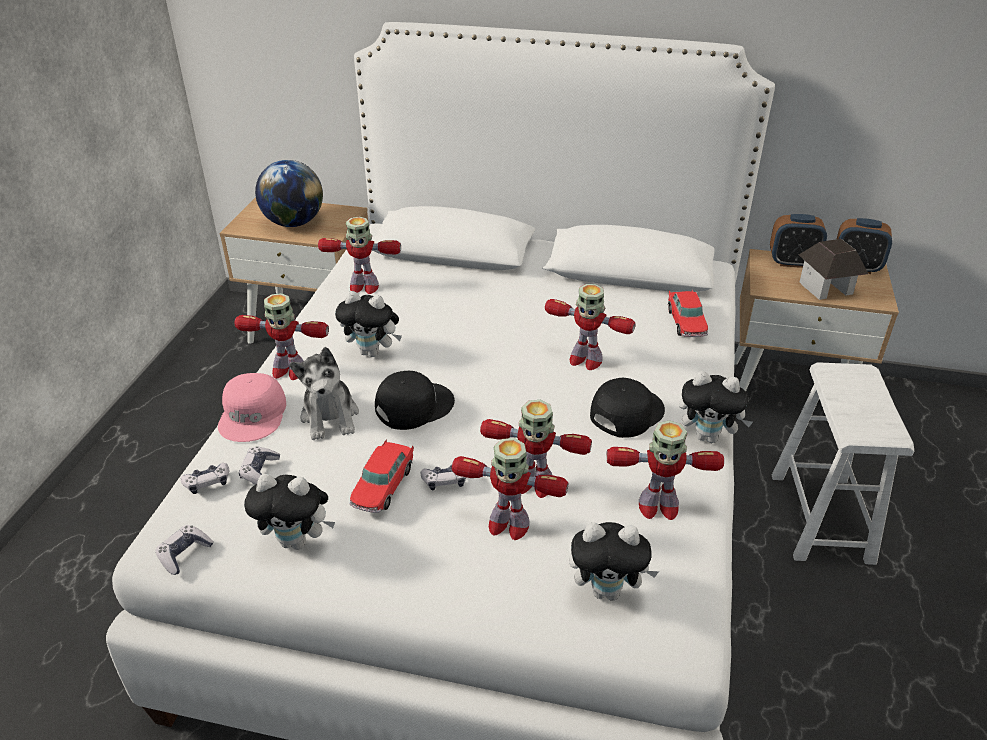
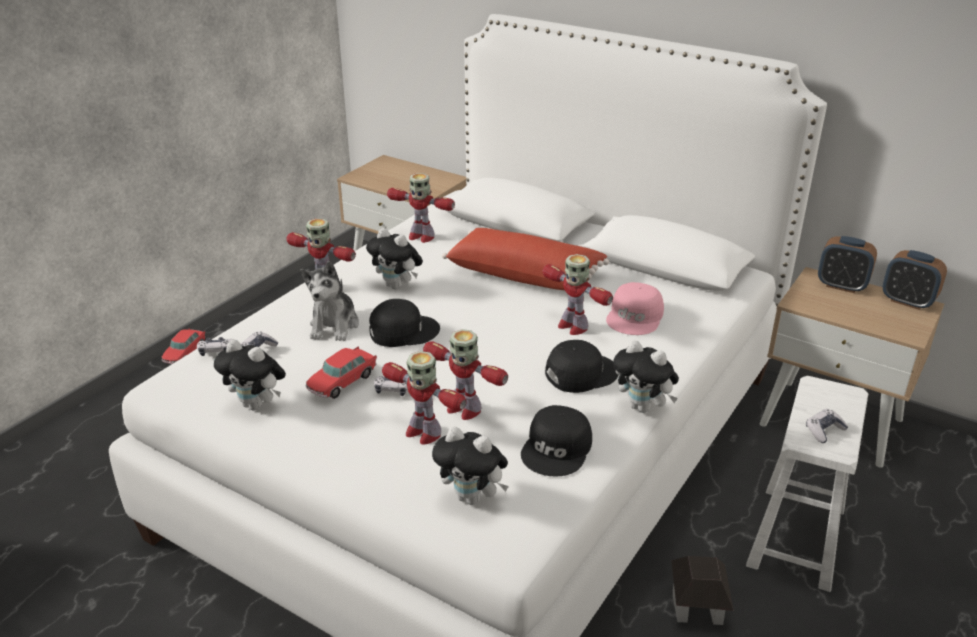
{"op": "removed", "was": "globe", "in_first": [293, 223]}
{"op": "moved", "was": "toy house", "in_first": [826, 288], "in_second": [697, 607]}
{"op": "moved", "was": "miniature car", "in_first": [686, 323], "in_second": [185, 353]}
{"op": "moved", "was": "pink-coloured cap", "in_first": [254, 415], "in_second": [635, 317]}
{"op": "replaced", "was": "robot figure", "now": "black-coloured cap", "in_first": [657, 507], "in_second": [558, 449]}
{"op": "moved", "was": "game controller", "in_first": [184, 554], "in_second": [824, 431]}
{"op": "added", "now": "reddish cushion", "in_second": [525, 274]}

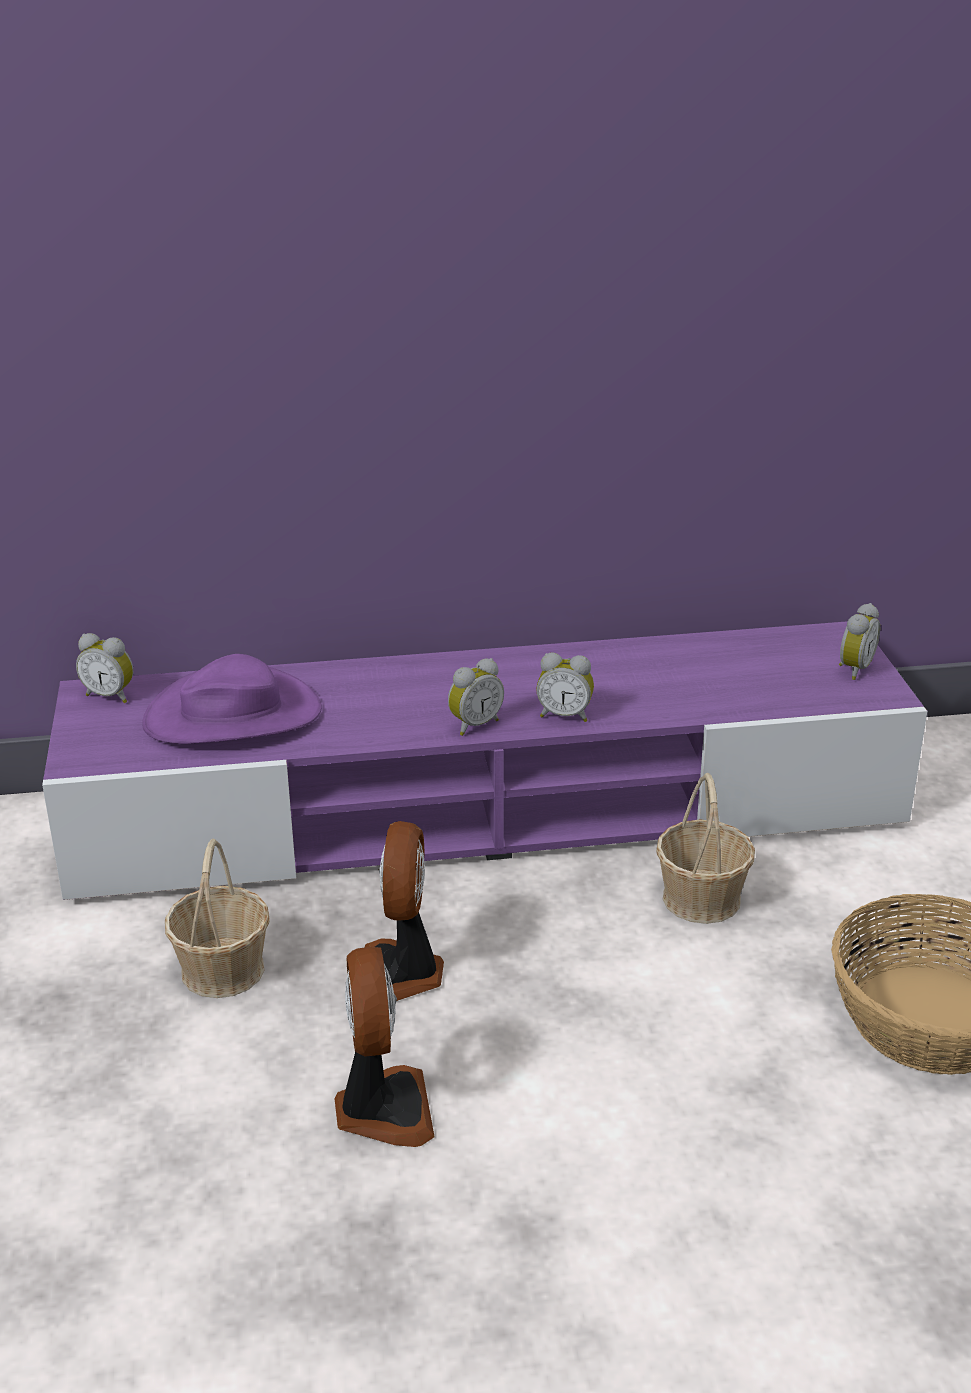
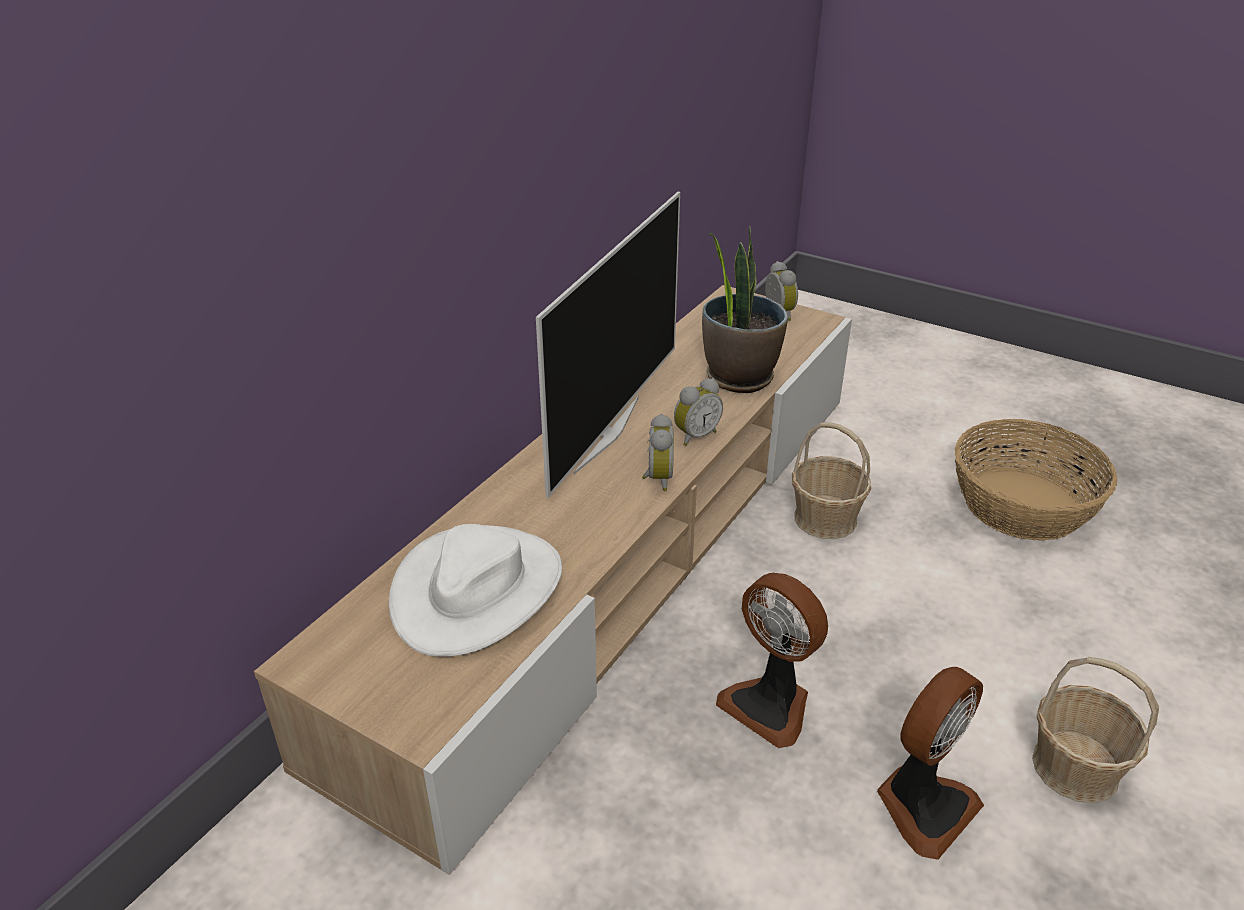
{"op": "recoloured", "was": "purple tv unit", "now": "sand-coloured tv unit", "in_first": [488, 812], "in_second": [622, 552]}
{"op": "removed", "was": "table clock", "in_first": [110, 695]}
{"op": "recoloured", "was": "purple hat", "now": "white-coloured hat", "in_first": [233, 715], "in_second": [477, 590]}
{"op": "moved", "was": "basket", "in_first": [223, 969], "in_second": [1074, 767]}
{"op": "turned", "was": "fan", "in_first": [382, 1109], "in_second": [923, 805], "clockwise": 105}
{"op": "added", "now": "television", "in_second": [605, 433]}
{"op": "added", "now": "plant in a pot", "in_second": [739, 377]}

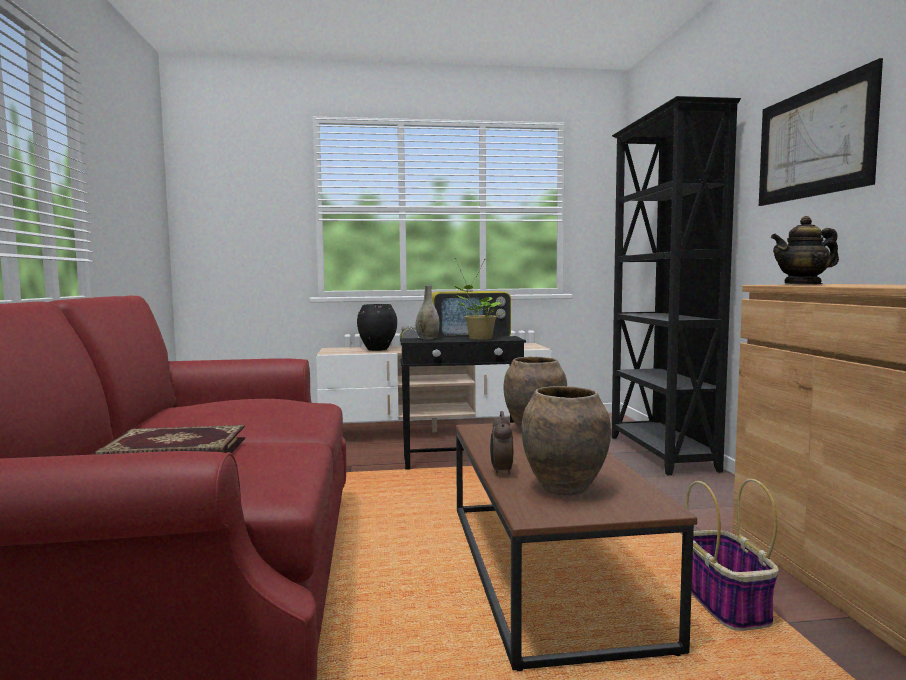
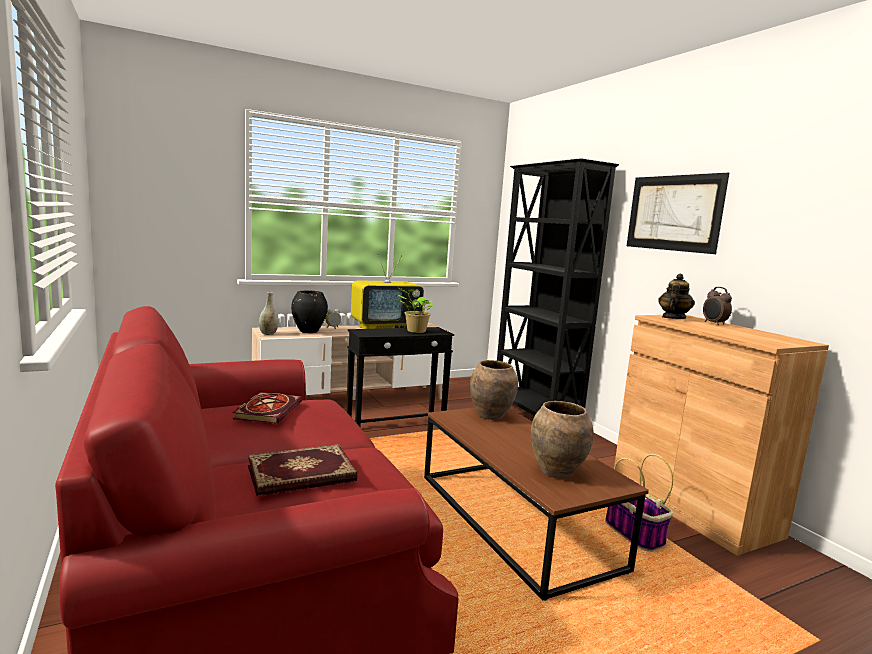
{"op": "turned", "was": "pot for tea", "in_first": [803, 284], "in_second": [673, 318], "clockwise": 150}
{"op": "moved", "was": "grey decorative vase", "in_first": [427, 339], "in_second": [268, 334]}
{"op": "moved", "was": "table clock", "in_first": [501, 471], "in_second": [714, 323]}
{"op": "added", "now": "volume", "in_second": [268, 410]}

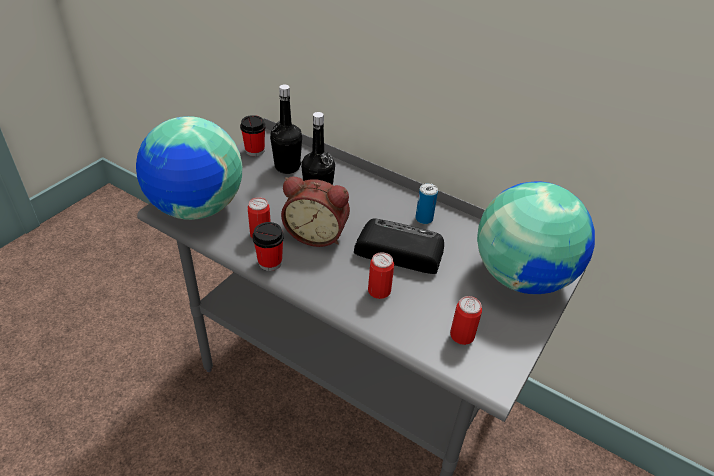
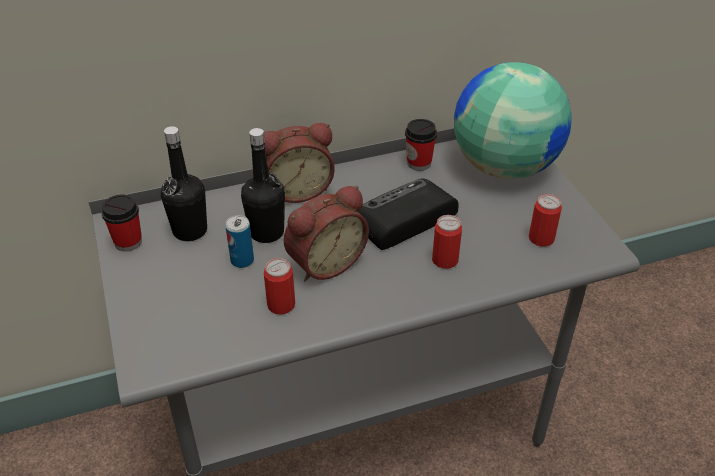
{"op": "removed", "was": "globe", "in_first": [196, 208]}
{"op": "moved", "was": "sealed can", "in_first": [424, 219], "in_second": [242, 260]}
{"op": "moved", "was": "cup", "in_first": [270, 262], "in_second": [419, 163]}
{"op": "added", "now": "table clock", "in_second": [297, 189]}

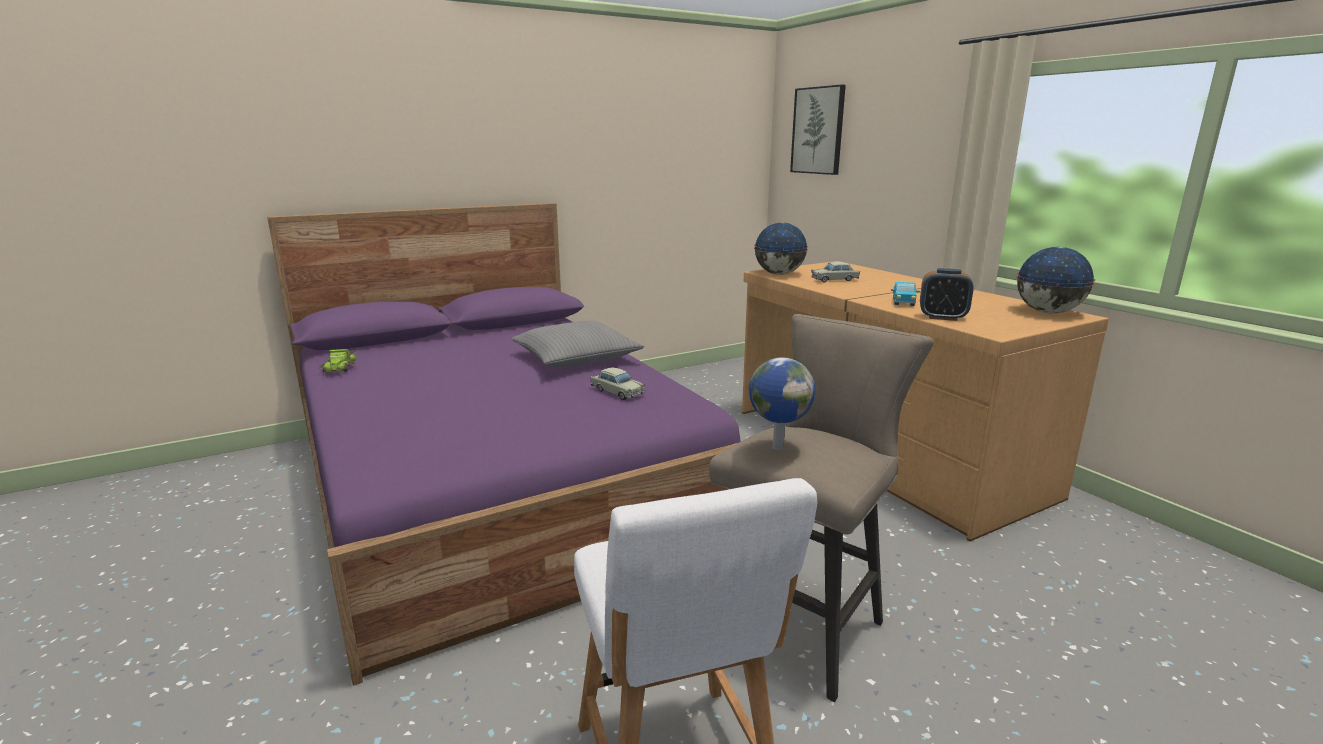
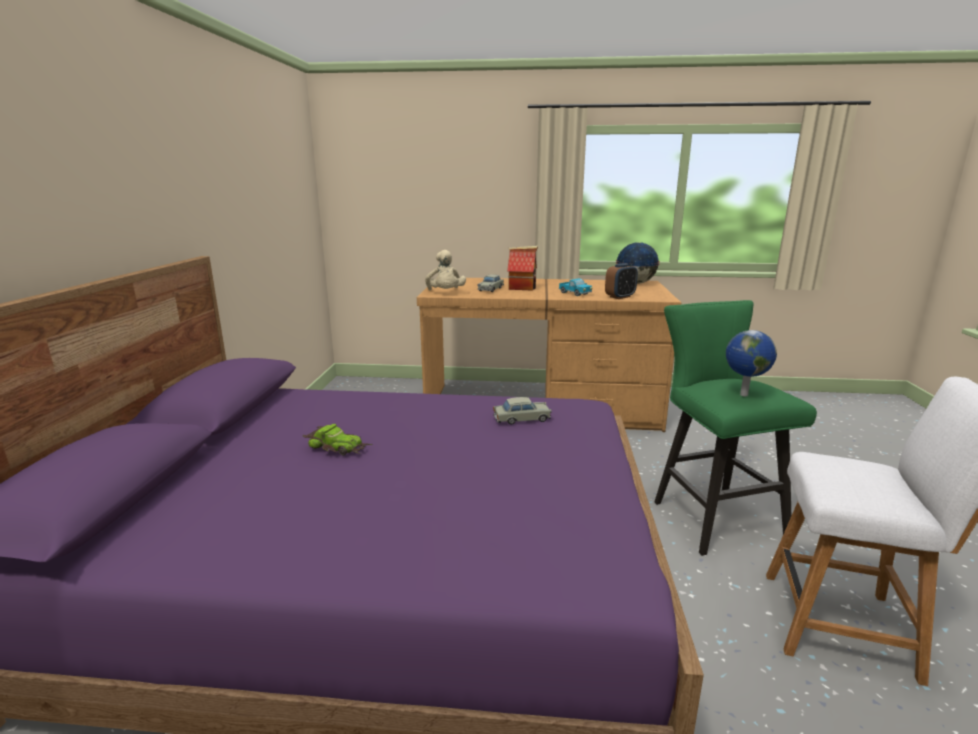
{"op": "removed", "was": "wall picture", "in_first": [818, 130]}
{"op": "replaced", "was": "globe", "now": "sand-coloured plush toy", "in_first": [778, 274], "in_second": [445, 293]}
{"op": "recoloured", "was": "sand-coloured stool", "now": "green stool", "in_first": [803, 622], "in_second": [711, 514]}
{"op": "removed", "was": "grey cushion", "in_first": [576, 358]}
{"op": "moved", "was": "miniature car", "in_first": [339, 368], "in_second": [338, 447]}
{"op": "added", "now": "toy house", "in_second": [522, 288]}

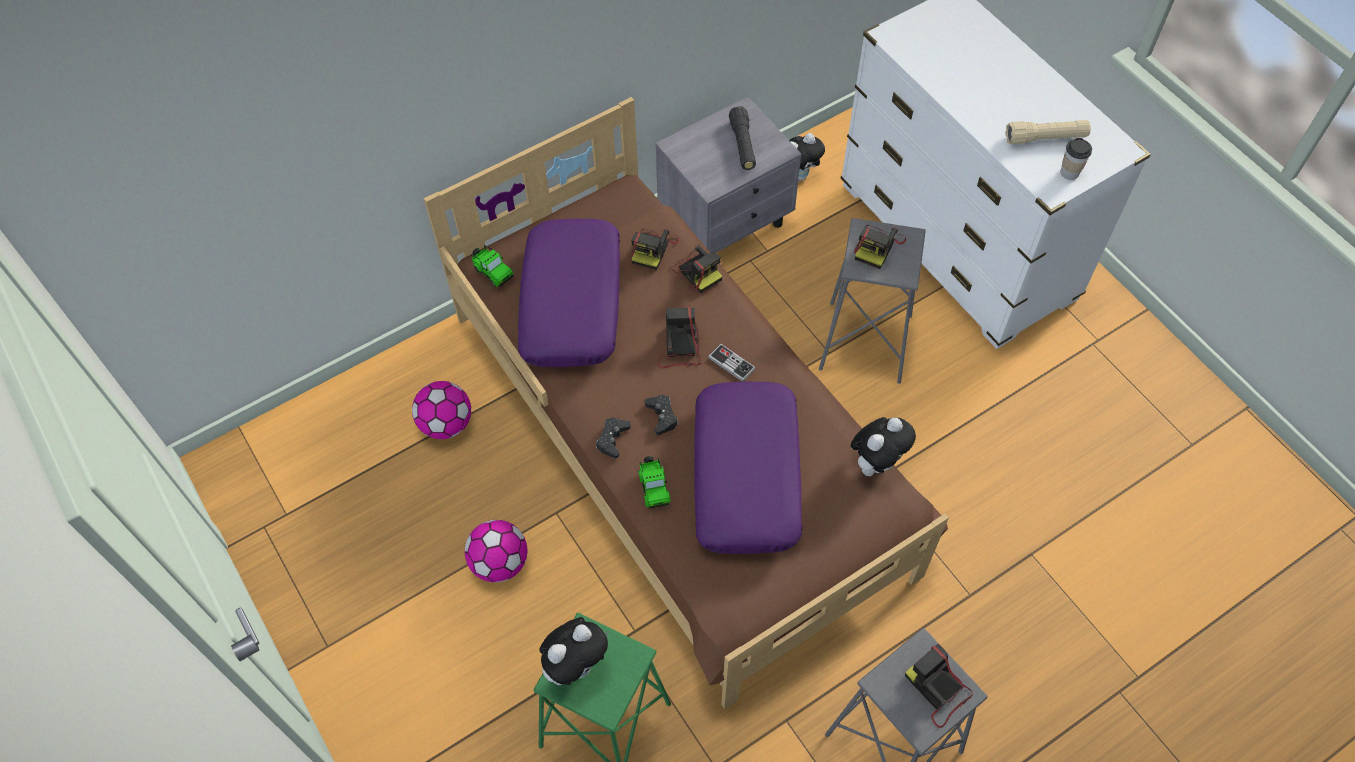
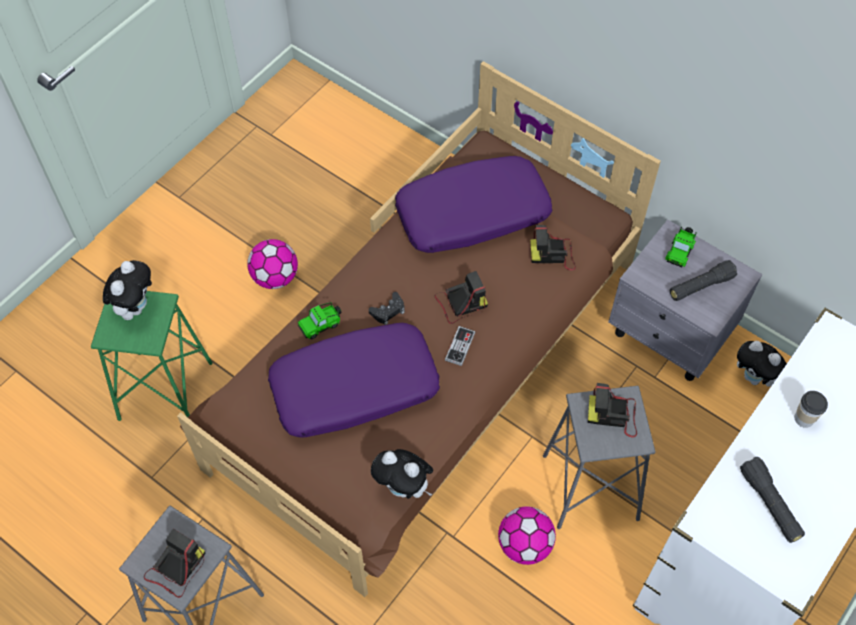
{"op": "recoloured", "was": "sand-coloured hand torch", "now": "black-coloured hand torch", "in_first": [1045, 138], "in_second": [769, 504]}
{"op": "moved", "was": "cup", "in_first": [1069, 172], "in_second": [804, 418]}
{"op": "removed", "was": "photo camera", "in_first": [697, 270]}
{"op": "moved", "was": "miniature car", "in_first": [492, 271], "in_second": [680, 251]}
{"op": "moved", "was": "ball for football", "in_first": [446, 424], "in_second": [524, 545]}
{"op": "removed", "was": "black-coloured game controller", "in_first": [612, 439]}
{"op": "turned", "was": "plush toy", "in_first": [576, 665], "in_second": [135, 306], "clockwise": -105}

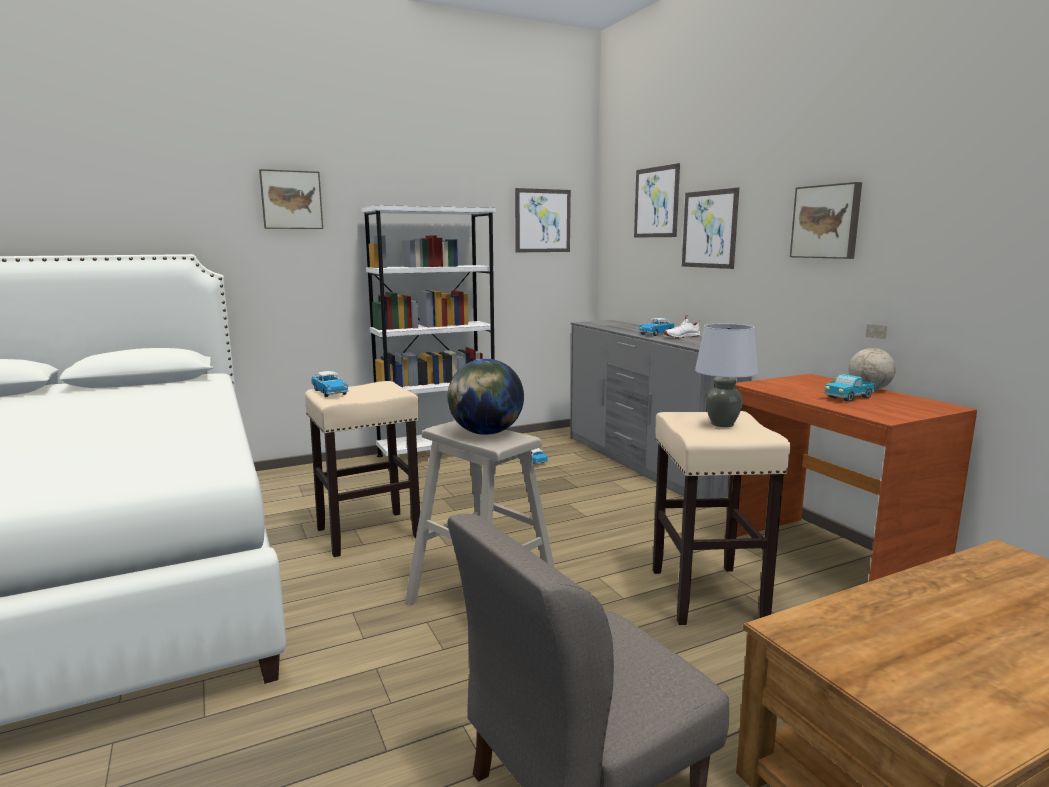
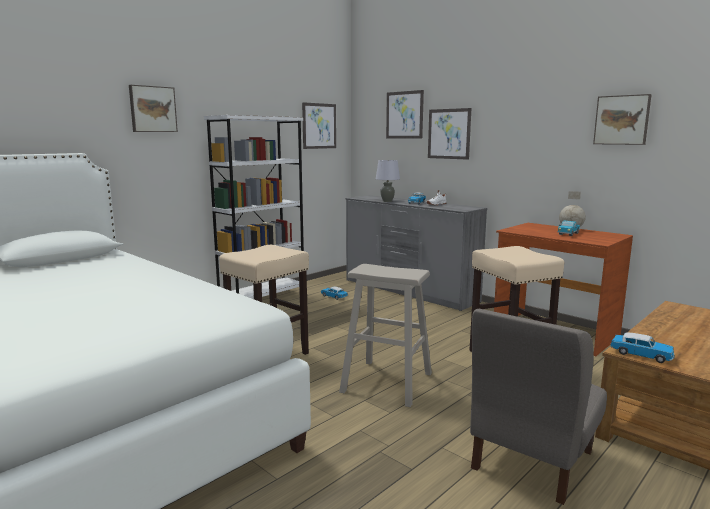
{"op": "moved", "was": "wall picture", "in_first": [827, 221], "in_second": [622, 120]}
{"op": "moved", "was": "grey table lamp", "in_first": [722, 424], "in_second": [387, 201]}
{"op": "removed", "was": "globe", "in_first": [486, 433]}
{"op": "moved", "was": "miniature car", "in_first": [330, 392], "in_second": [641, 355]}

